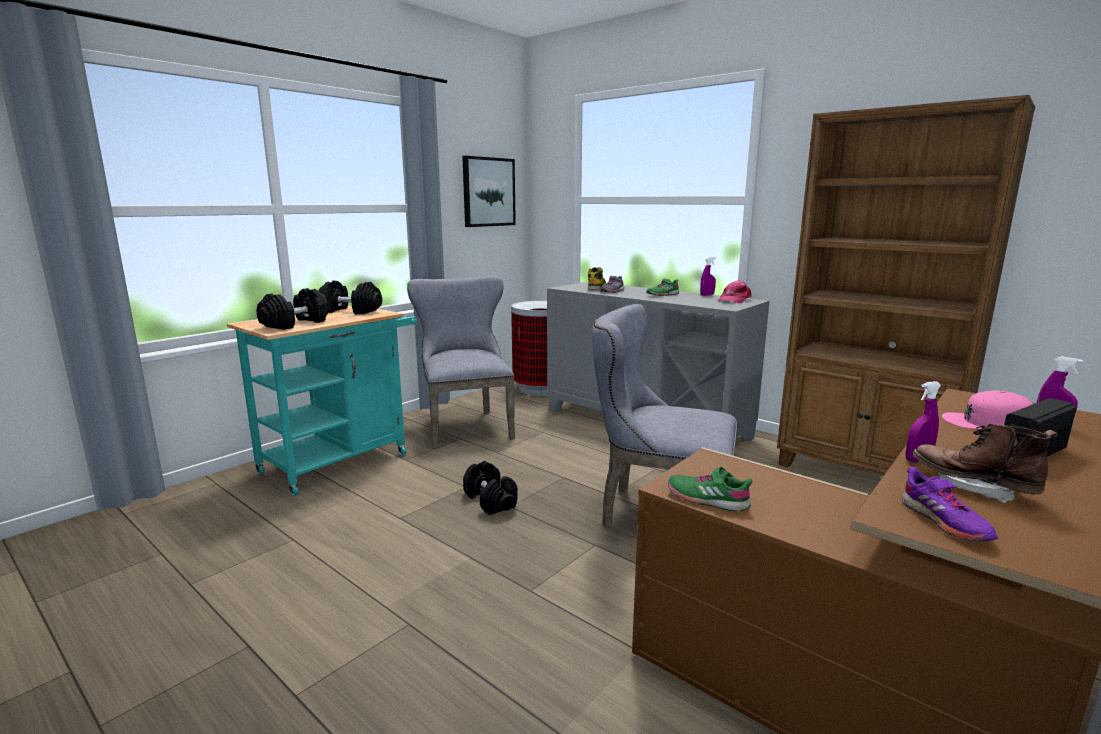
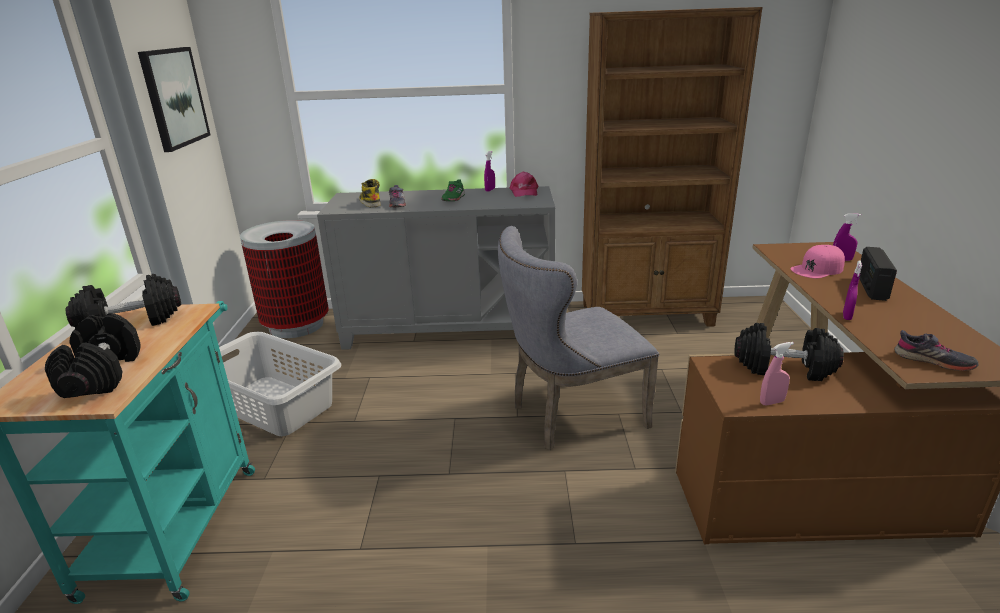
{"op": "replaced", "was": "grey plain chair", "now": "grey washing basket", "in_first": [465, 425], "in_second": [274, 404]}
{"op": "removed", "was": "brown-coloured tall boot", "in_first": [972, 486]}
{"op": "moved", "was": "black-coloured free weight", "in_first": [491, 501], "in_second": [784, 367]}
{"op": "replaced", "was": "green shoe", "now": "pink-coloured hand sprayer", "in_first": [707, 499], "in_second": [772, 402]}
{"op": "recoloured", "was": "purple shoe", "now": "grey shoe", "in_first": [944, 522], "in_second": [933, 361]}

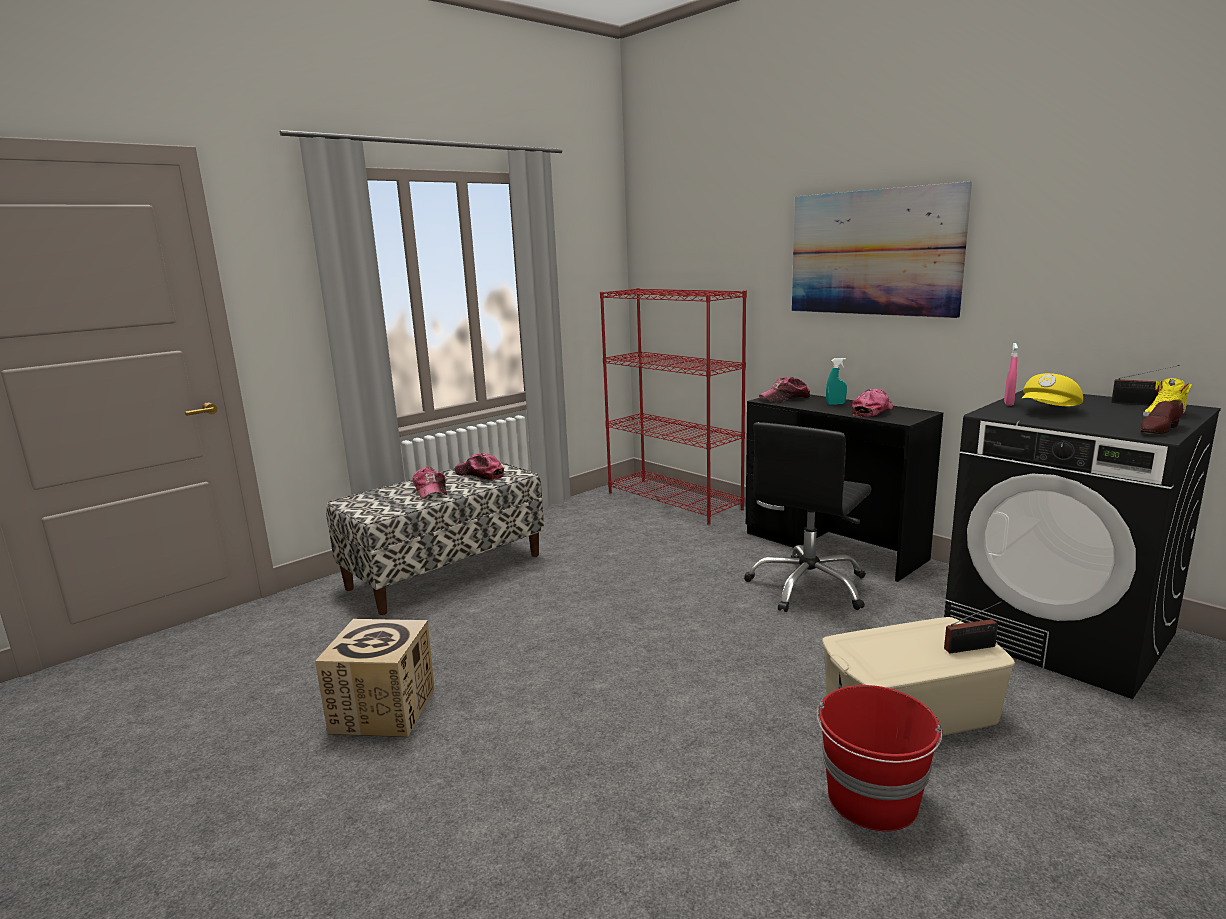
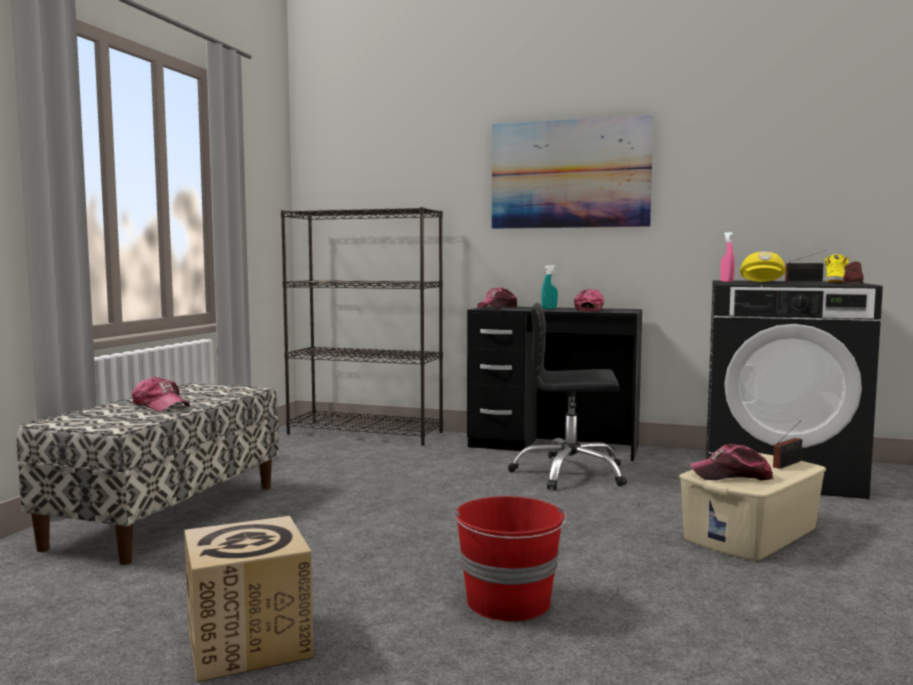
{"op": "recoloured", "was": "reddish shelving unit", "now": "black-coloured shelving unit", "in_first": [674, 501], "in_second": [366, 433]}
{"op": "turned", "was": "black-coloured office chair", "in_first": [808, 587], "in_second": [569, 473], "clockwise": 90}
{"op": "moved", "was": "cap", "in_first": [480, 474], "in_second": [731, 475]}
{"op": "moved", "was": "reddish pail", "in_first": [872, 800], "in_second": [509, 602]}

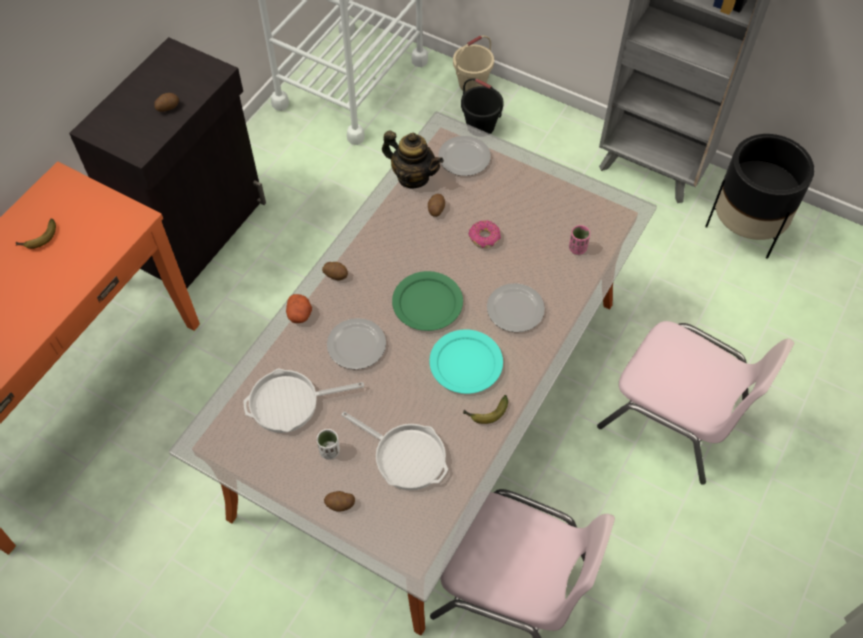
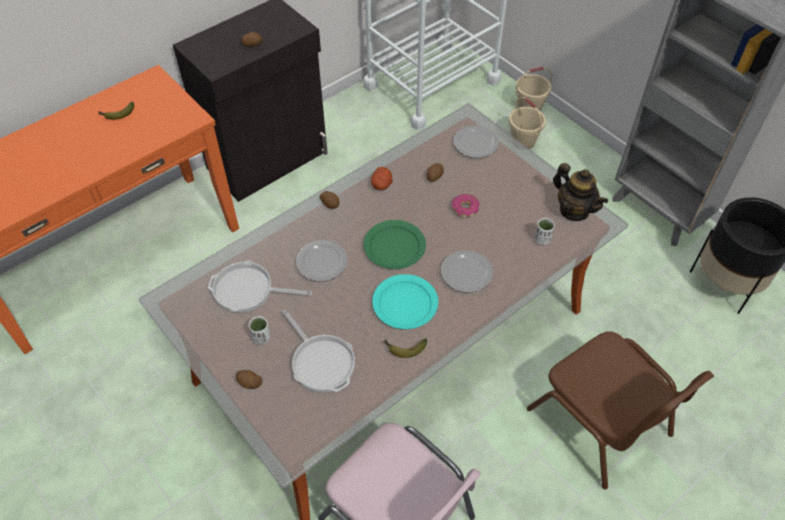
{"op": "recoloured", "was": "black-coloured pail", "now": "sand-coloured pail", "in_first": [480, 126], "in_second": [523, 141]}
{"op": "moved", "was": "pot for tea", "in_first": [413, 177], "in_second": [574, 210]}
{"op": "recoloured", "was": "pink-coloured cup", "now": "white-coloured cup", "in_first": [577, 248], "in_second": [542, 239]}
{"op": "moved", "was": "spud", "in_first": [300, 314], "in_second": [382, 185]}
{"op": "recoloured", "was": "pink-coloured plain chair", "now": "brown-coloured plain chair", "in_first": [676, 417], "in_second": [601, 423]}

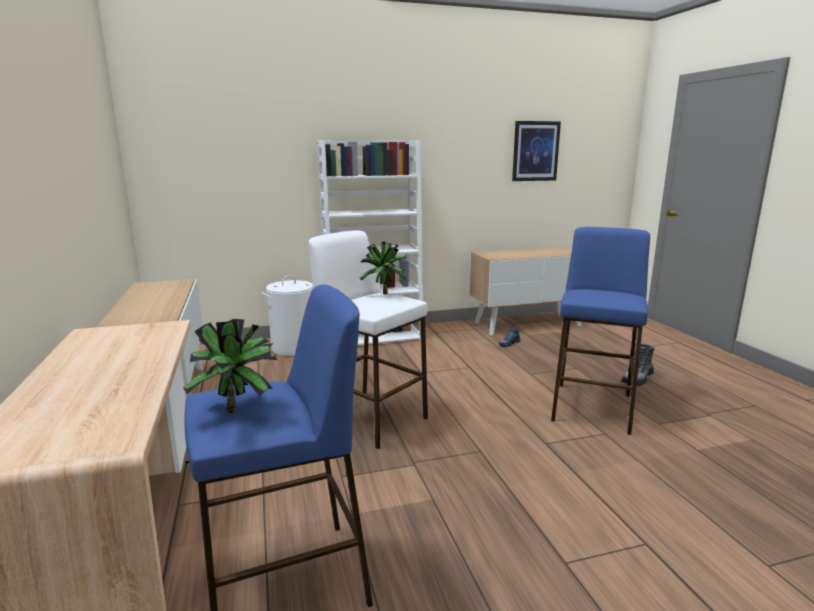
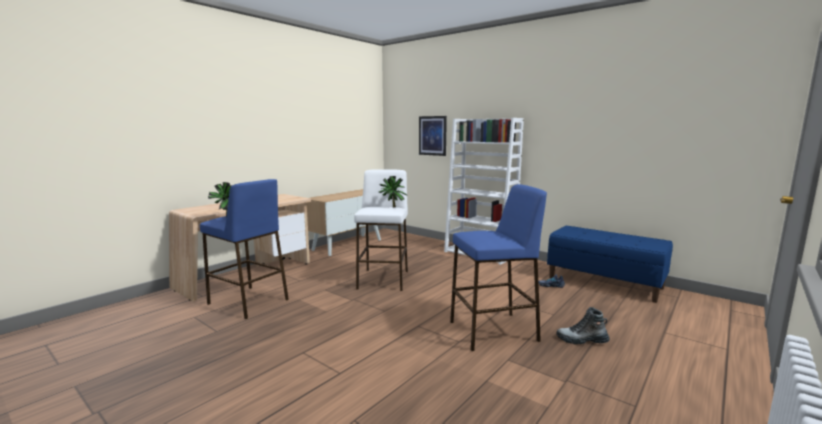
{"op": "moved", "was": "wall picture", "in_first": [535, 151], "in_second": [432, 135]}
{"op": "replaced", "was": "storage cabinet", "now": "blue-coloured long seat", "in_first": [527, 324], "in_second": [605, 283]}
{"op": "removed", "was": "white-coloured washing basket", "in_first": [294, 348]}

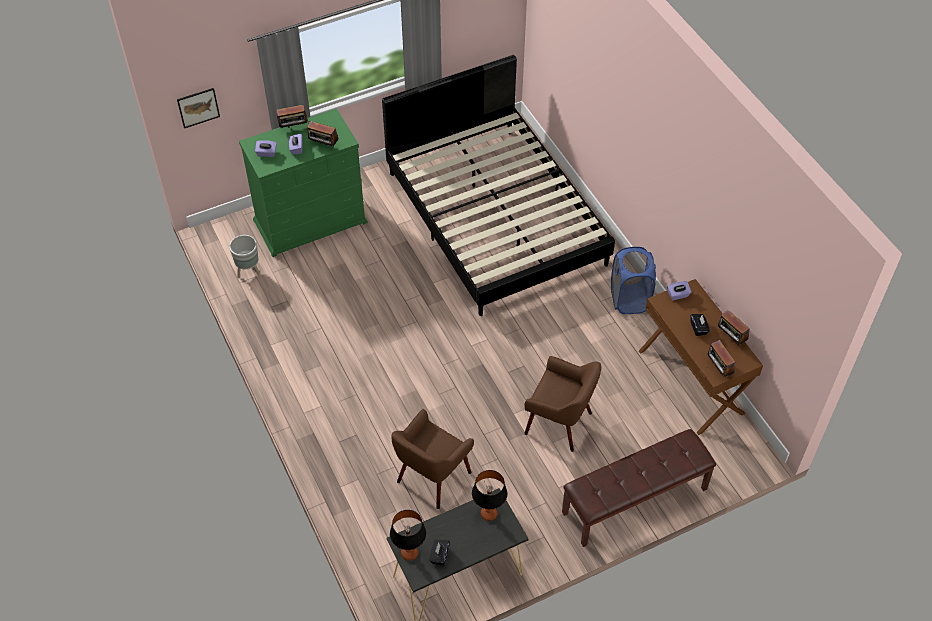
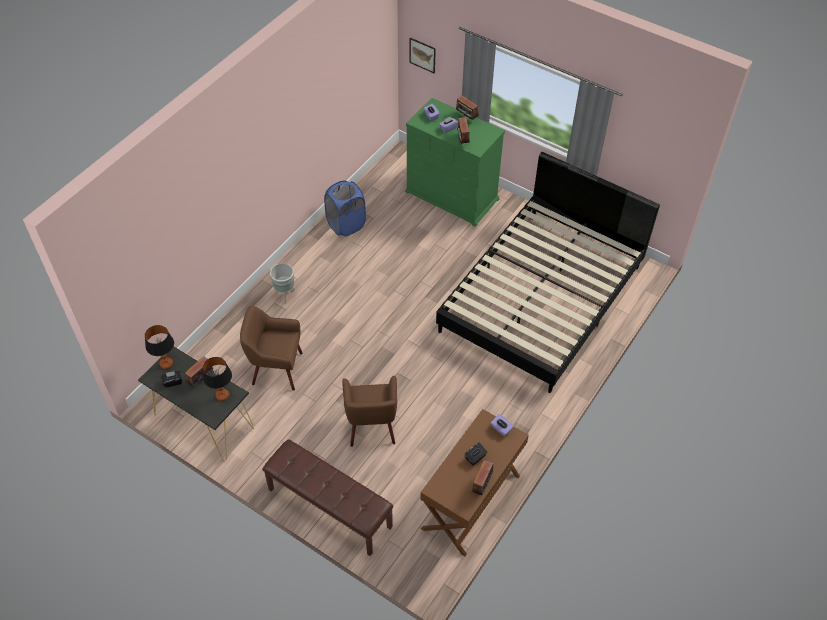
{"op": "moved", "was": "grey planter", "in_first": [248, 271], "in_second": [285, 294]}
{"op": "moved", "was": "blue-coloured washing basket", "in_first": [629, 299], "in_second": [346, 225]}
{"op": "moved", "was": "radio receiver", "in_first": [718, 369], "in_second": [200, 380]}

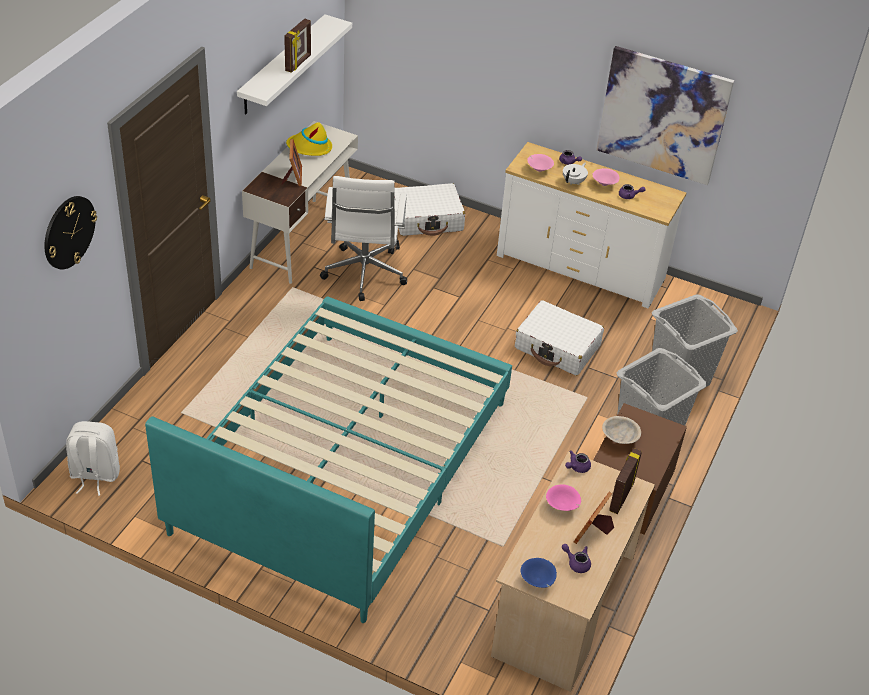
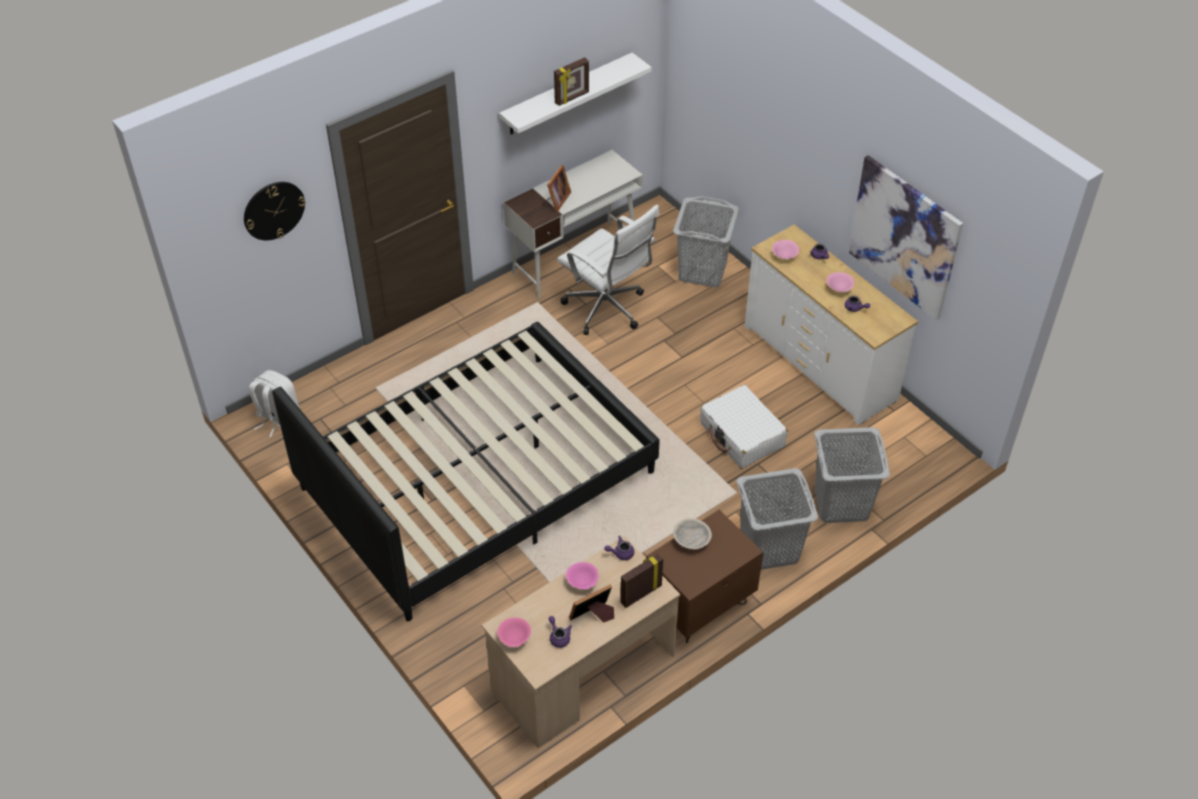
{"op": "removed", "was": "yellow hat", "in_first": [309, 147]}
{"op": "removed", "was": "white-coloured pot for tea", "in_first": [574, 182]}
{"op": "turned", "was": "white-coloured office chair", "in_first": [364, 276], "in_second": [607, 310], "clockwise": -75}
{"op": "replaced", "was": "white-coloured travel case", "now": "grey washing basket", "in_first": [427, 219], "in_second": [703, 271]}
{"op": "recoloured", "was": "turquoise bed", "now": "black-coloured bed", "in_first": [343, 466], "in_second": [477, 480]}
{"op": "recoloured", "was": "blue-coloured bowl", "now": "pink-coloured bowl", "in_first": [537, 581], "in_second": [514, 639]}

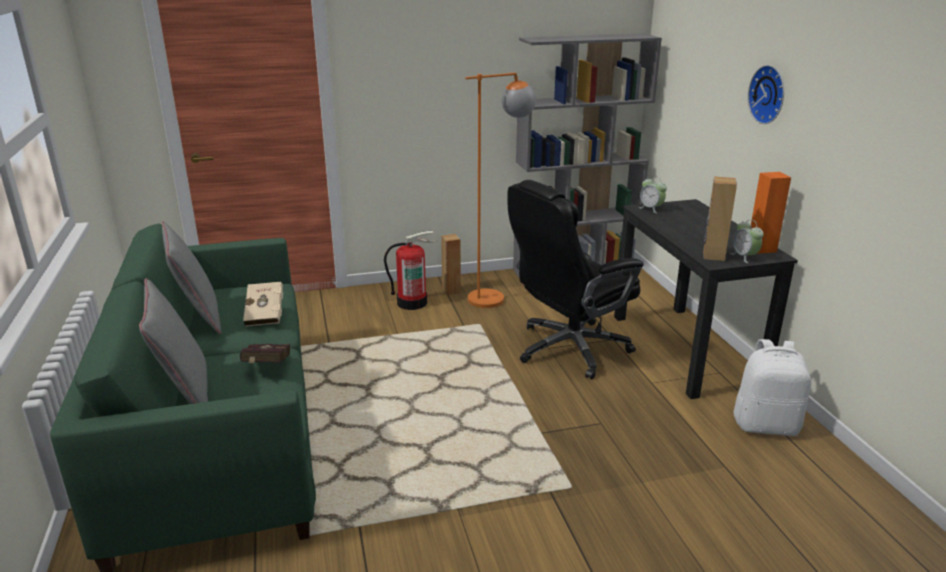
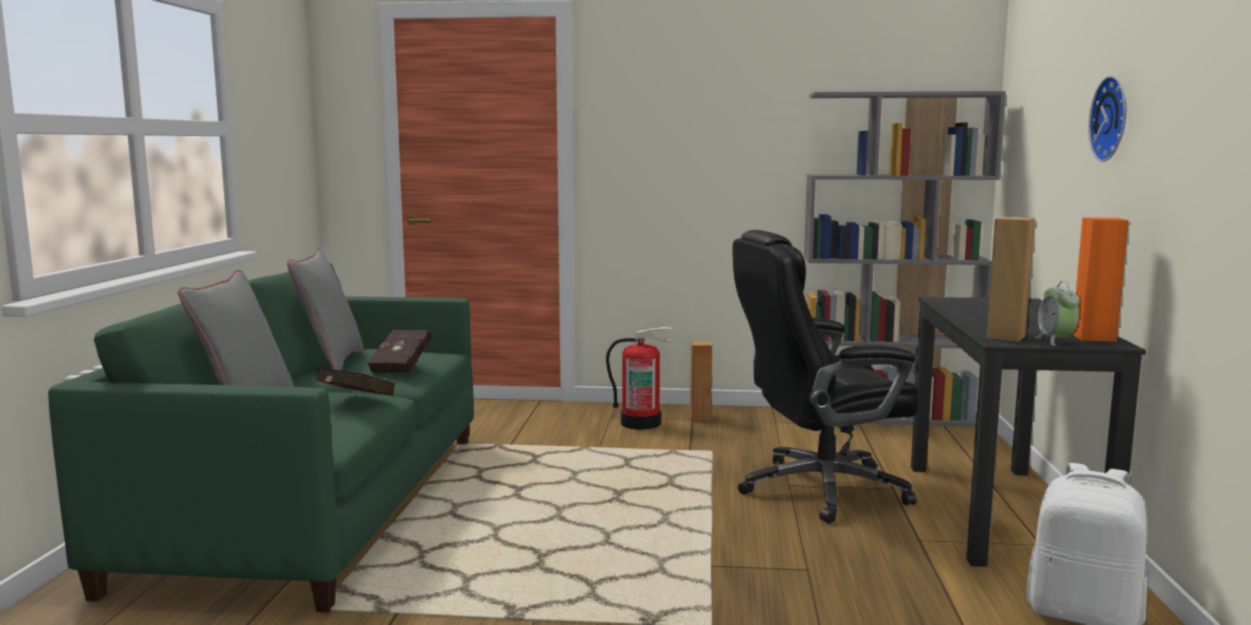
{"op": "removed", "was": "orange-coloured floor lamp", "in_first": [497, 297]}
{"op": "removed", "was": "table clock", "in_first": [651, 209]}
{"op": "recoloured", "was": "sand-coloured volume", "now": "reddish volume", "in_first": [266, 315], "in_second": [403, 366]}

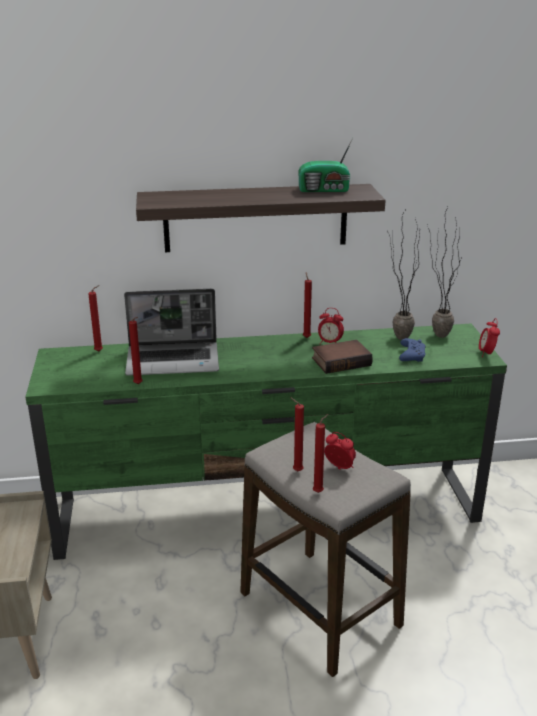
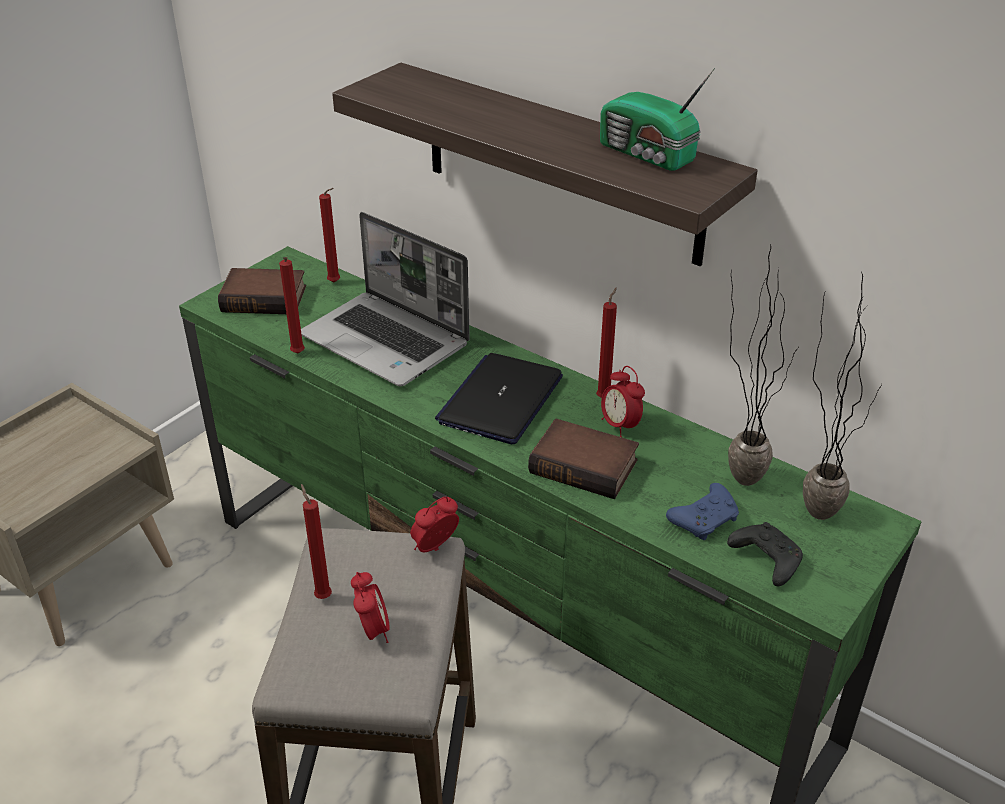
{"op": "moved", "was": "table clock", "in_first": [486, 353], "in_second": [435, 548]}
{"op": "removed", "was": "reddish wax candle", "in_first": [319, 492]}
{"op": "added", "now": "volume", "in_second": [266, 298]}
{"op": "added", "now": "laptop", "in_second": [501, 400]}
{"op": "added", "now": "black-coloured game controller", "in_second": [765, 560]}

